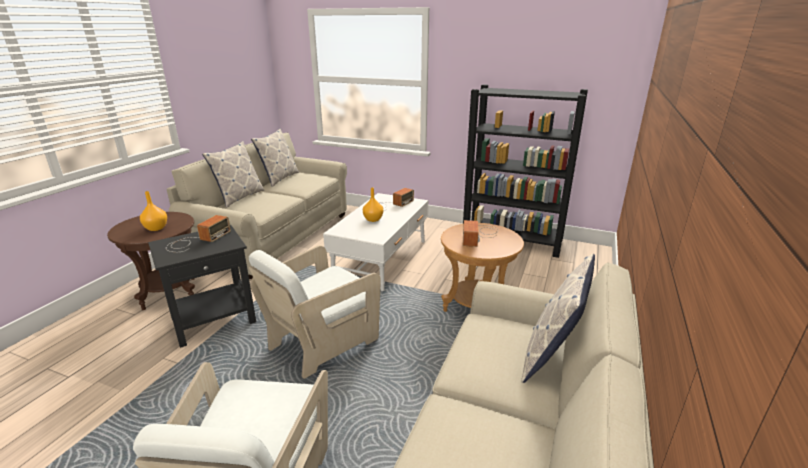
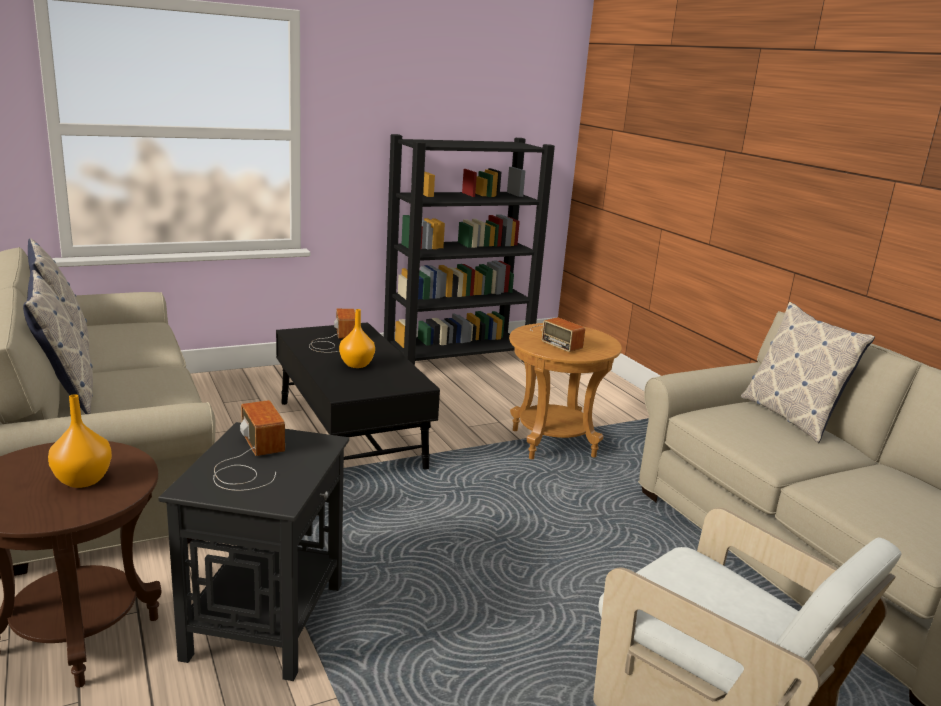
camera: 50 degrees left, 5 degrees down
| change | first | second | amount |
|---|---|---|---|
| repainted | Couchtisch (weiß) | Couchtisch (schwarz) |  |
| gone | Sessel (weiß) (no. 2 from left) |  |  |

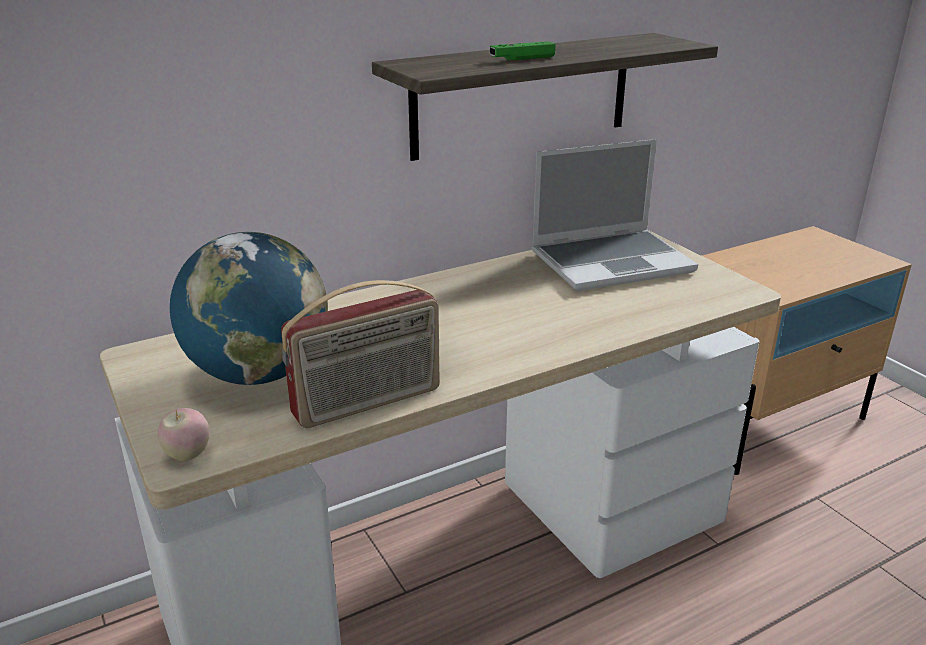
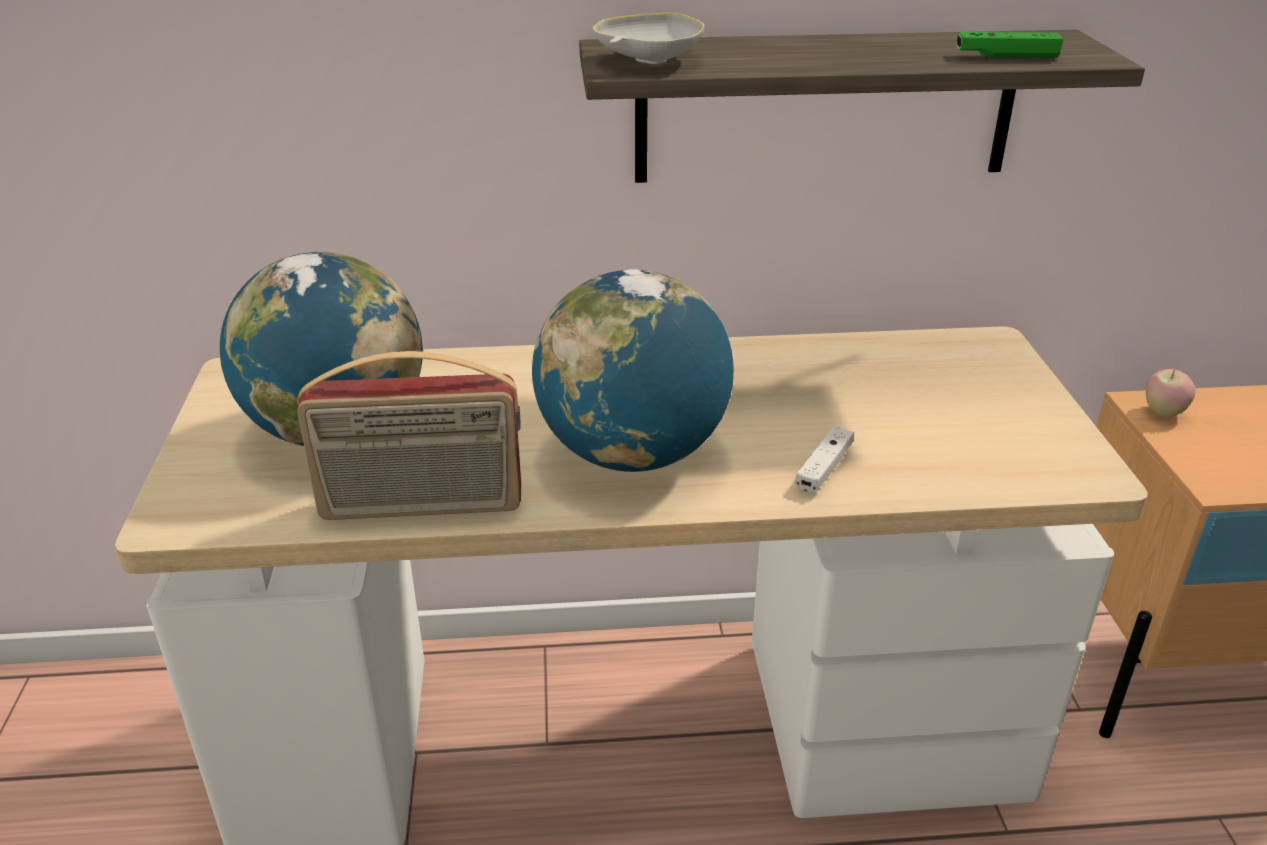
camera: 25 degrees right, 5 degrees up
| change | first | second | amount |
|---|---|---|---|
| new |  | Globus (no. 2 from left) |  |
| new |  | Schüssel (weiß) |  |
| new |  | Gamepad (weiß) |  |
| shifted | Gamepad (grün) |  |  |
| shifted | Apfel |  |  |
| gone | Laptop |  |  |

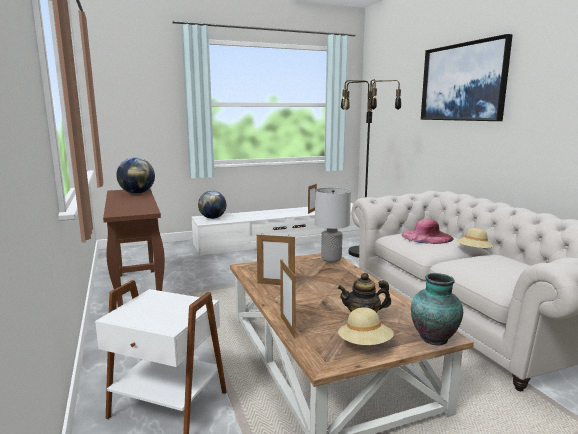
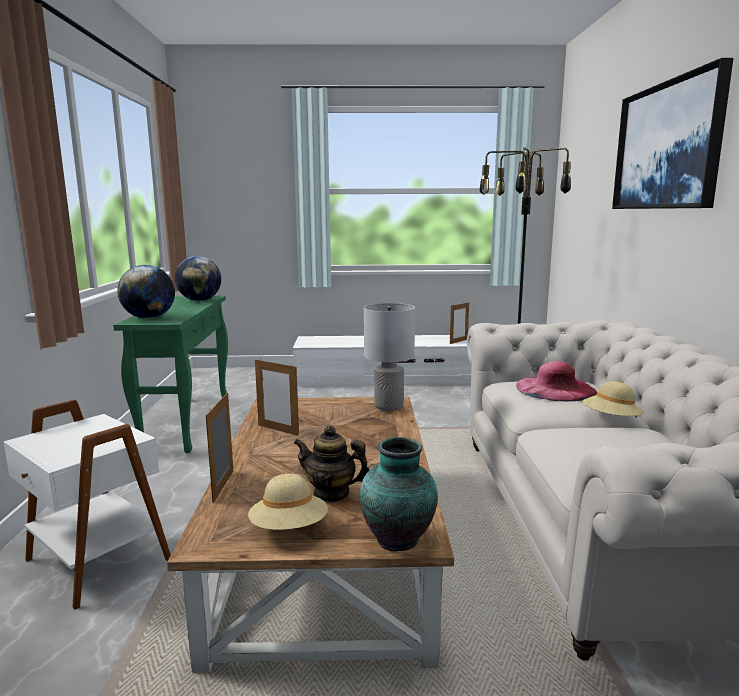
camera: 20 degrees right, 0 degrees up
| change | first | second | amount |
|---|---|---|---|
| repainted | Konsolentisch (braun) | Konsolentisch (grün) |  |
| shifted | Globus (no. 2 from left in the first image) | Globus (no. 1 from left) |  |

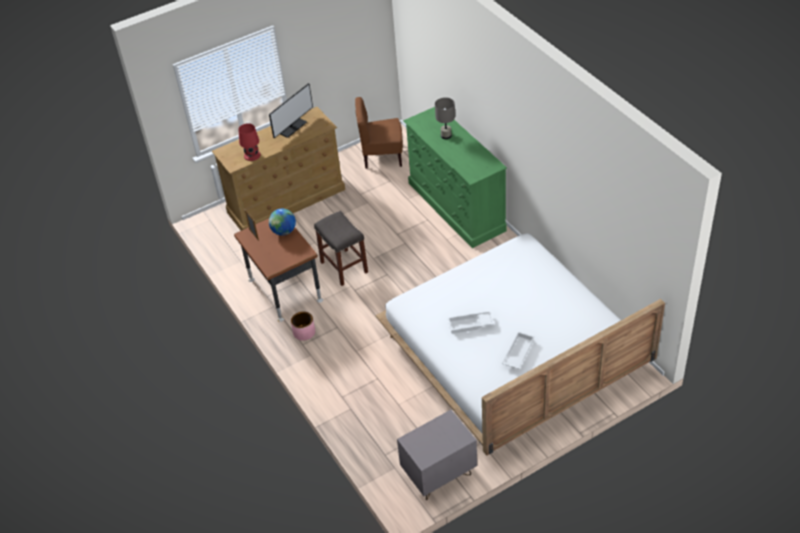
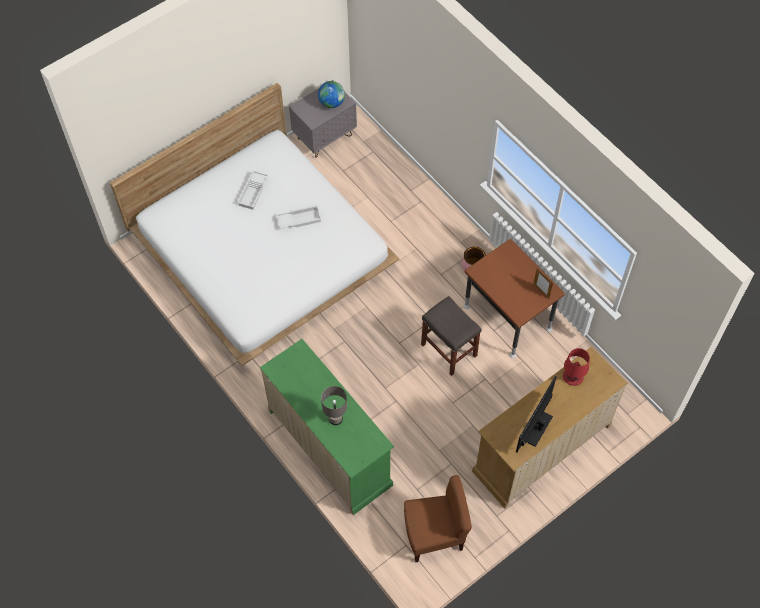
camera: 170 degrees right, 15 degrees up
| change | first | second | amount |
|---|---|---|---|
| shifted | Globus |  |  |

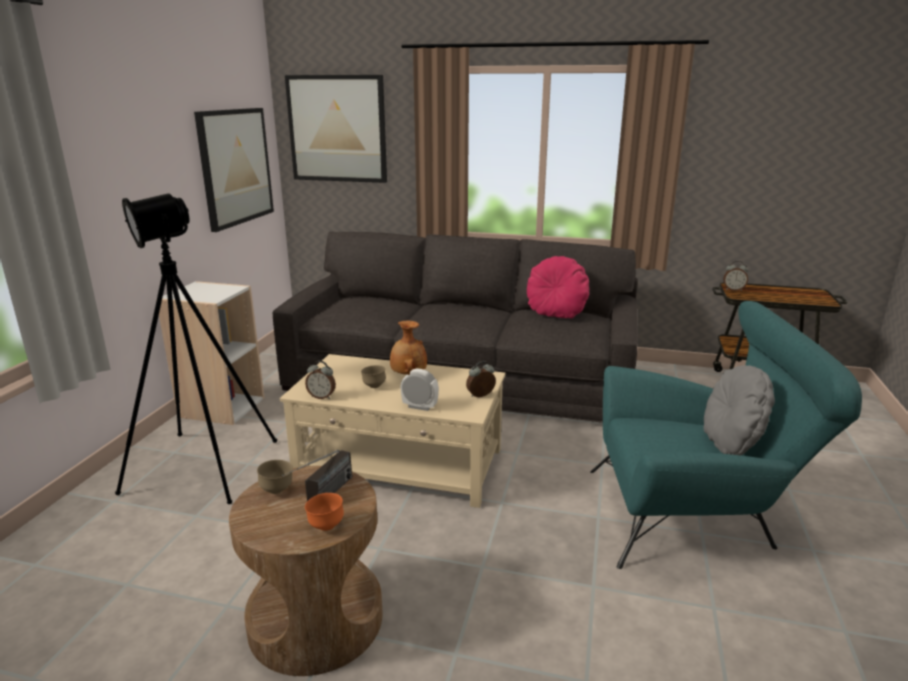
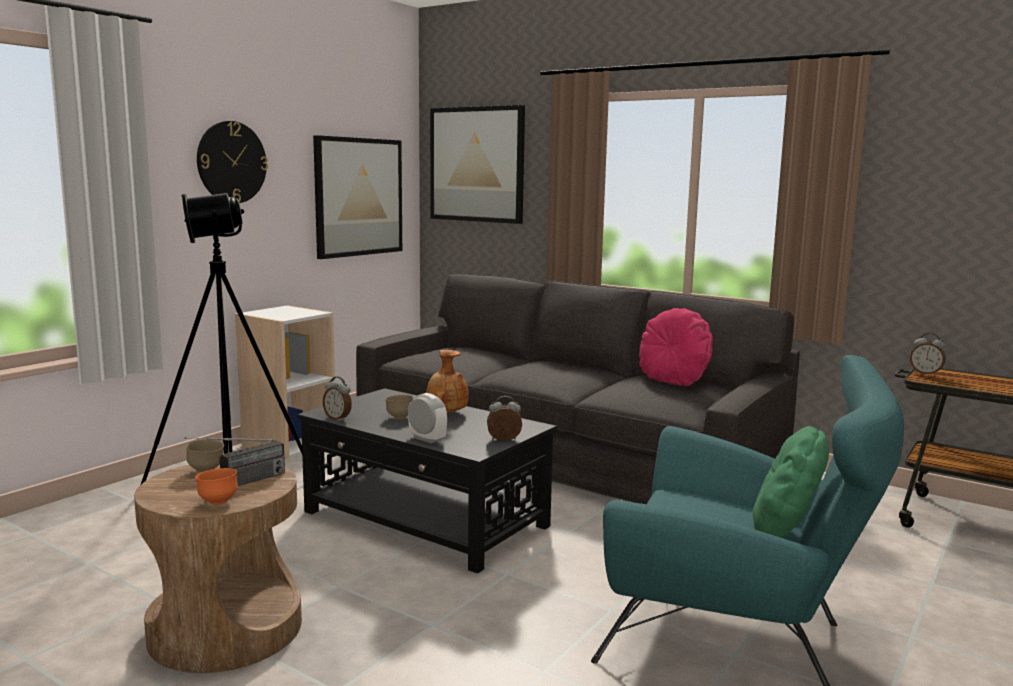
camera: 20 degrees right, 10 degrees down
| change | first | second | amount |
|---|---|---|---|
| new |  | Wanduhr |  |
| repainted | Couchtisch (beige) | Couchtisch (schwarz) |  |
| repainted | Kissen (grau) | Kissen (grün) |  |

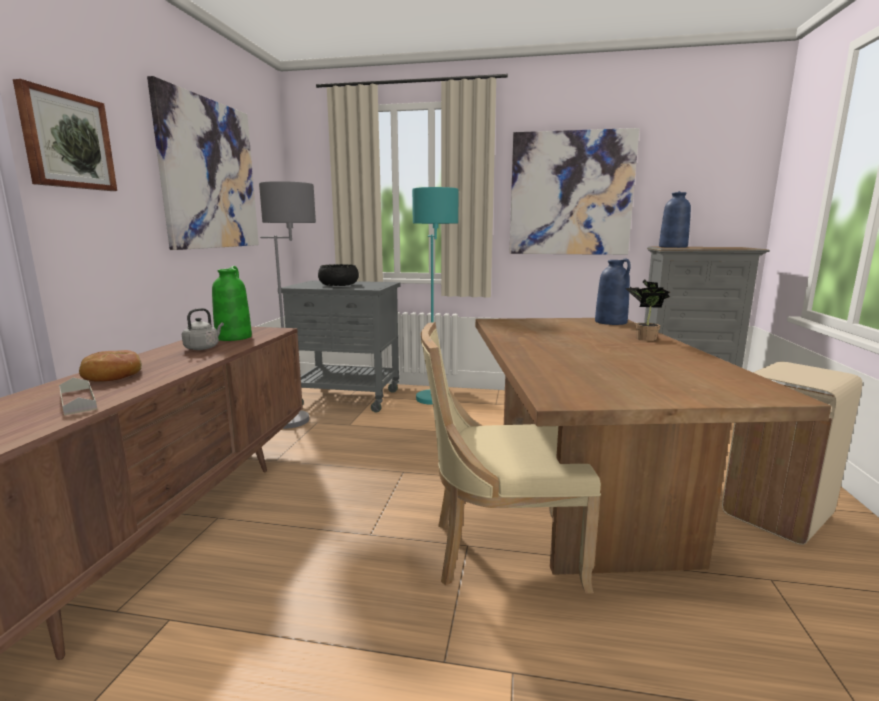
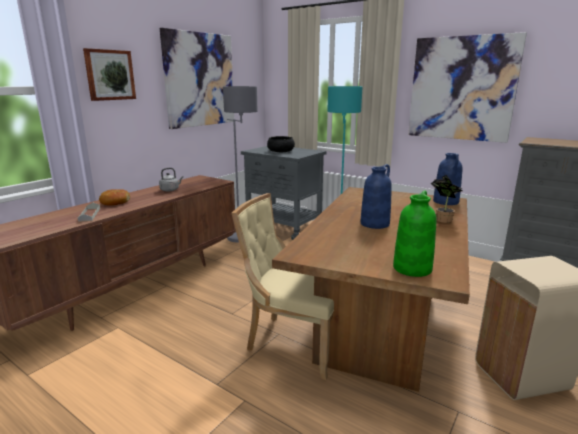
camera: 25 degrees right, 5 degrees up
| change | first | second | amount |
|---|---|---|---|
| shifted | Vase (blau) (no. 2 from left in the first image) | Vase (blau) (no. 1 from left) |  |
| shifted | Vase (grün) |  |  |

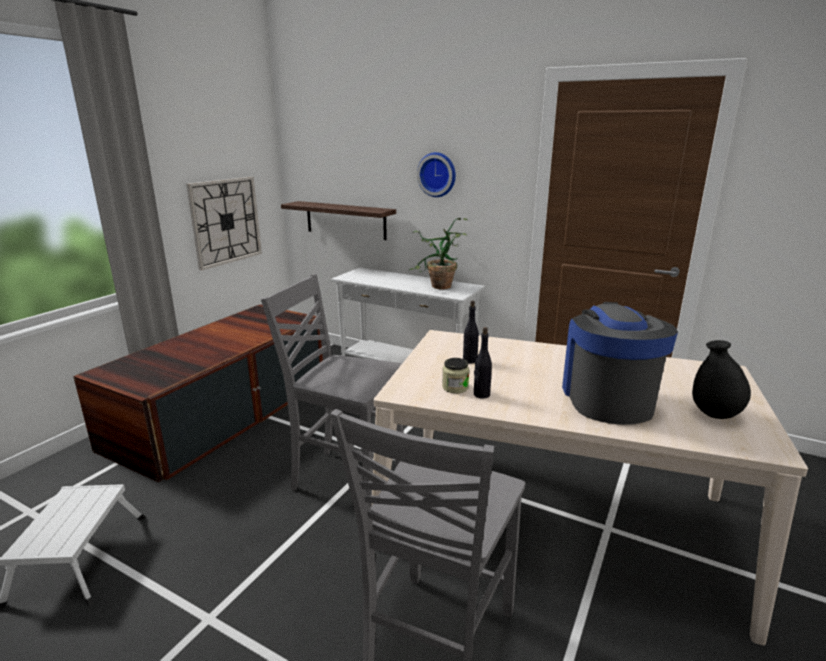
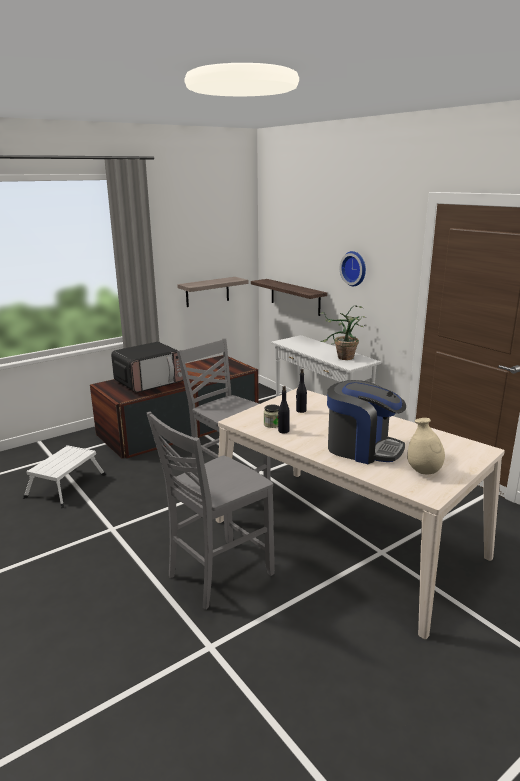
camera: 25 degrees right, 0 degrees up
| change | first | second | amount |
|---|---|---|---|
| new |  | Mikrowelle |  |
| swapped | Wanduhr (no. 1 from left) | Wandregal (no. 1 from left) |  |
| rotated | Kaffeemaschine |  | 90 degrees clockwise |
| repainted | Vase (schwarz) | Vase (beige) |  |

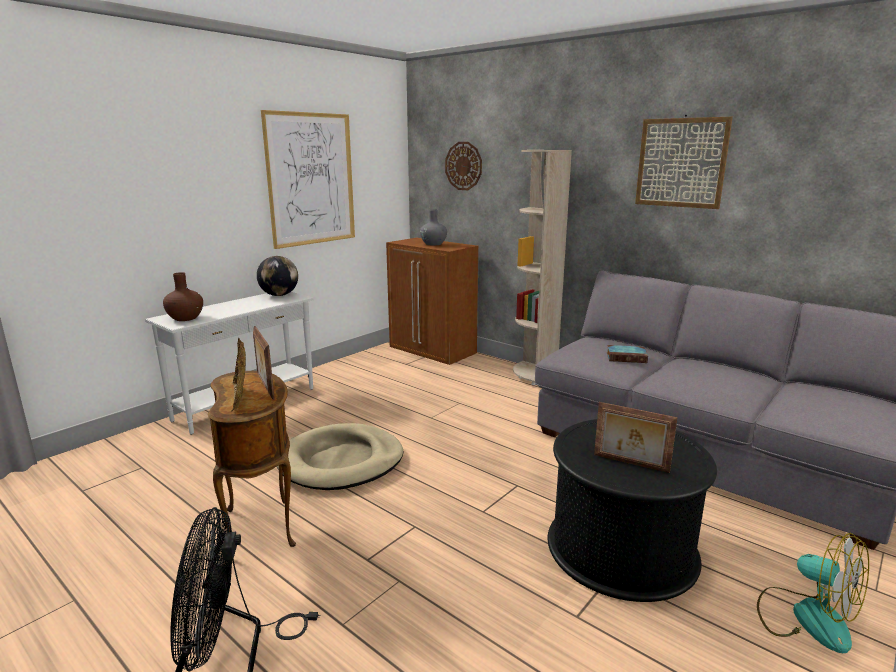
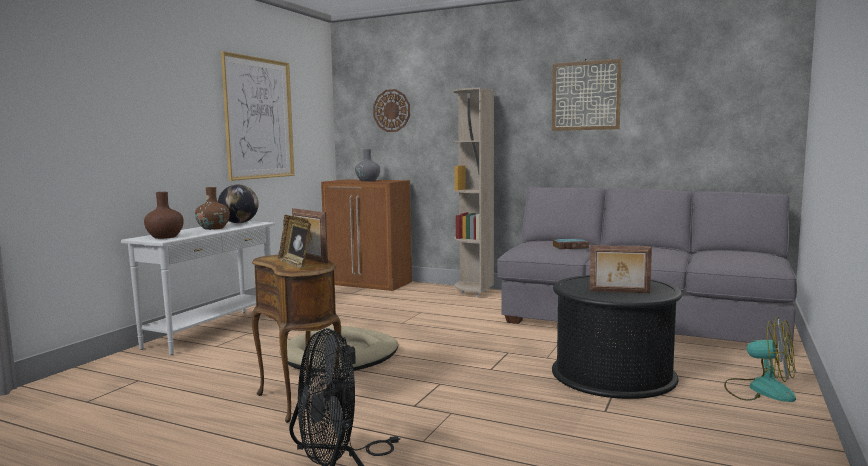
camera: 15 degrees left, 10 degrees down
| change | first | second | amount |
|---|---|---|---|
| new |  | Vase (braun) (no. 2 from left) |  |

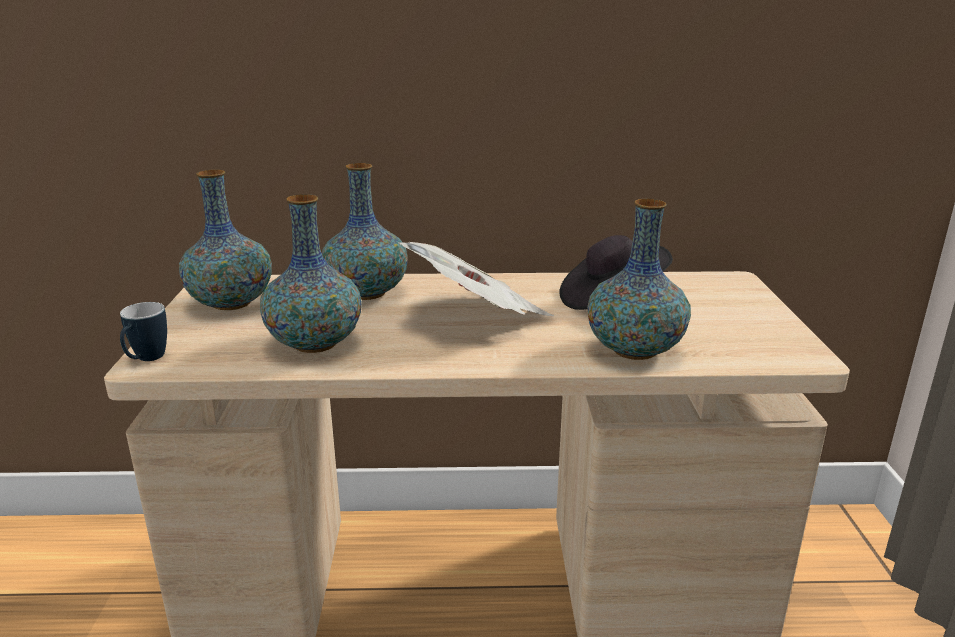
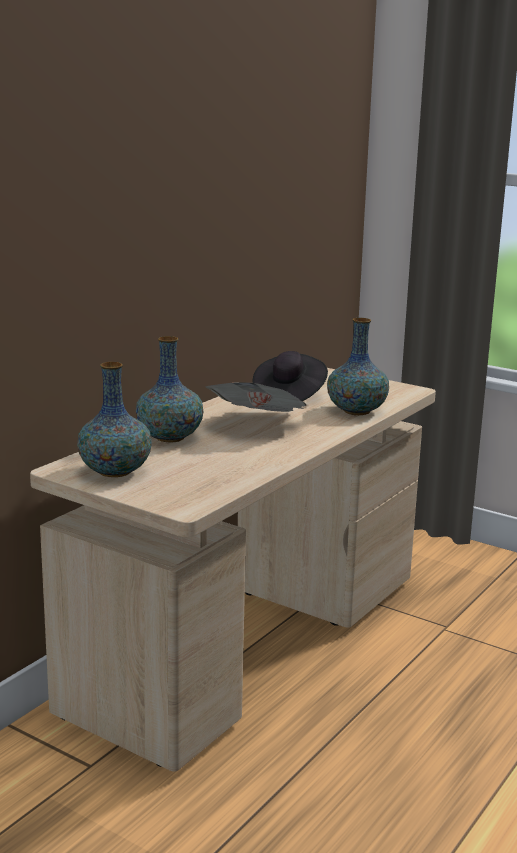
camera: 55 degrees left, 5 degrees down
| change | first | second | amount |
|---|---|---|---|
| gone | Henkelbecher |  |  |
| gone | Vase (no. 2 from left) |  |  |

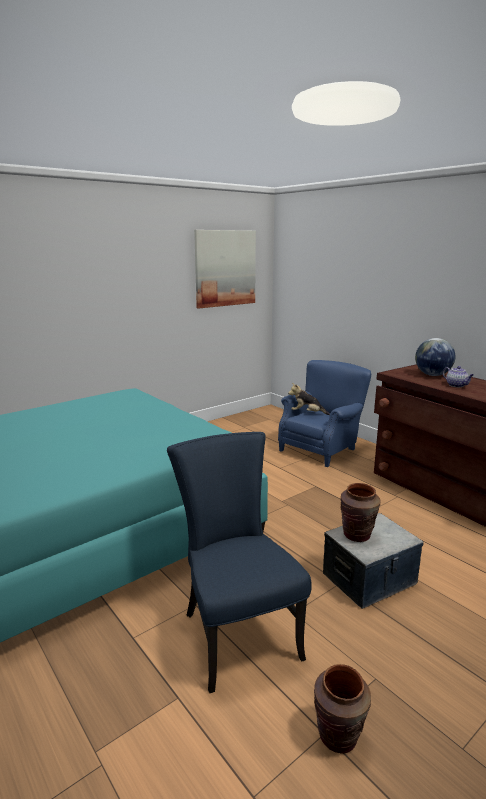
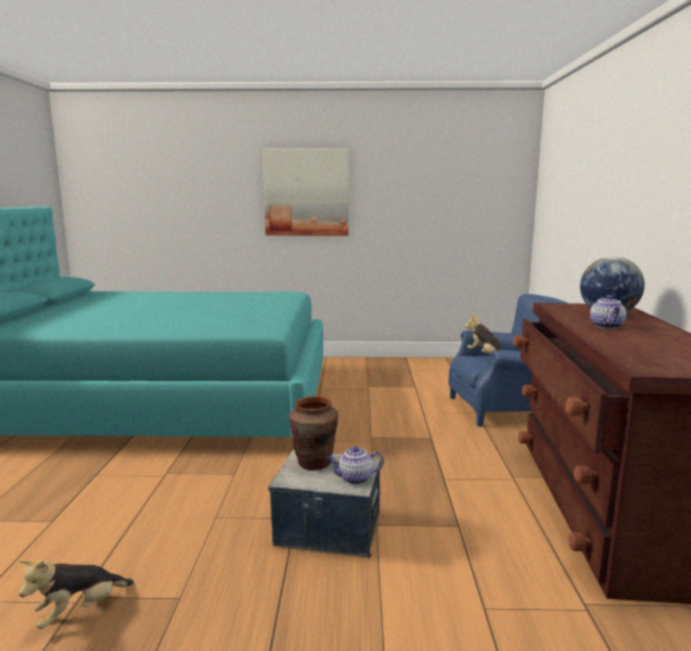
camera: 40 degrees right, 5 degrees down
| change | first | second | amount |
|---|---|---|---|
| swapped | Vase (braun) (no. 1 from left) | Plüschtier (no. 1 from left) |  |
| shifted | Bild |  |  |
| new |  | Teekanne (no. 1 from left) |  |
| gone | Stuhl (blau) |  |  |

